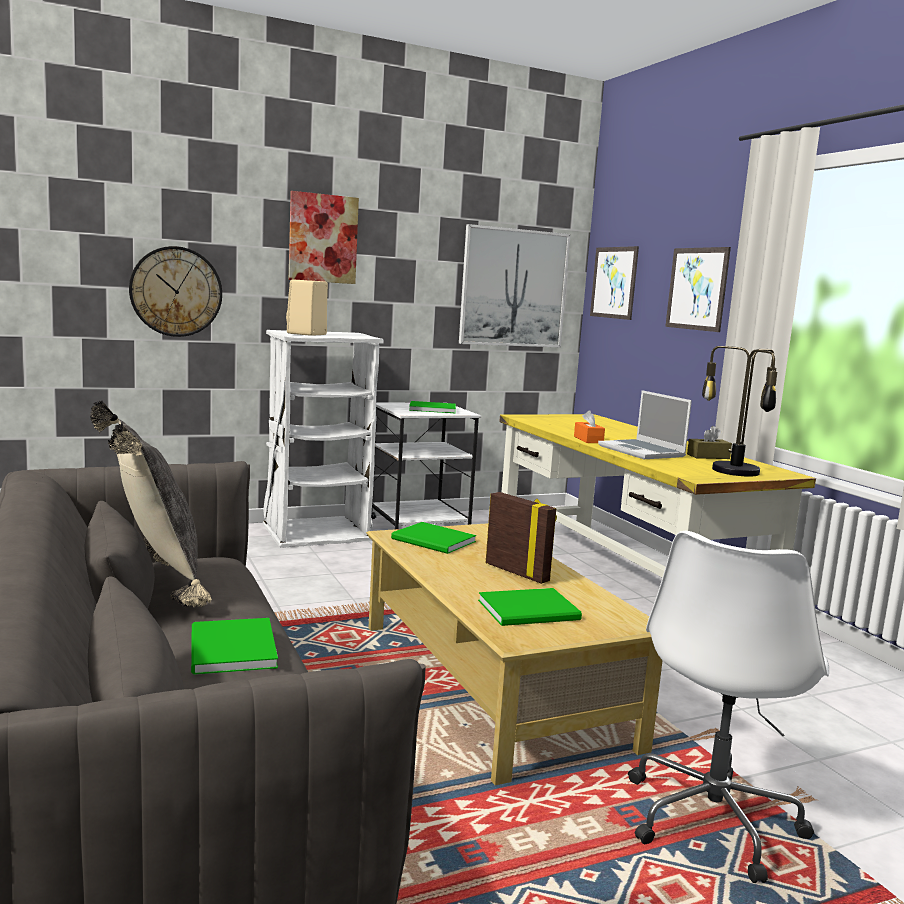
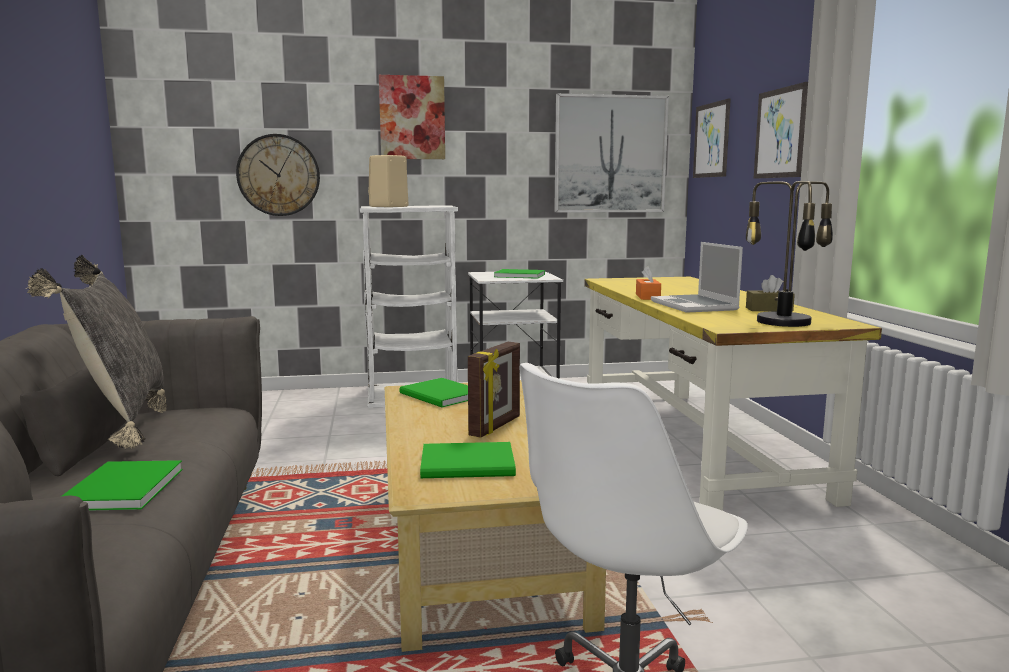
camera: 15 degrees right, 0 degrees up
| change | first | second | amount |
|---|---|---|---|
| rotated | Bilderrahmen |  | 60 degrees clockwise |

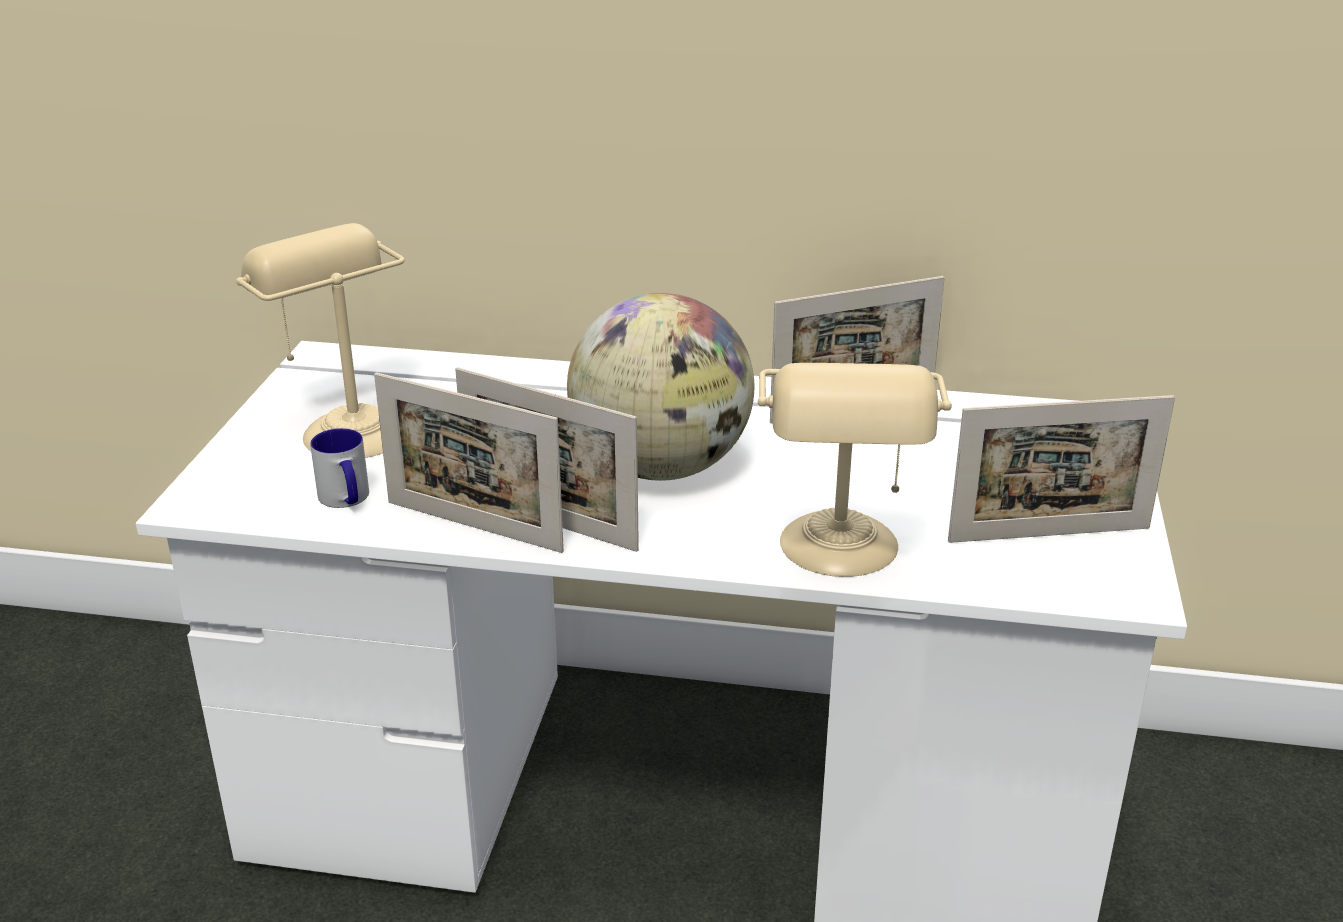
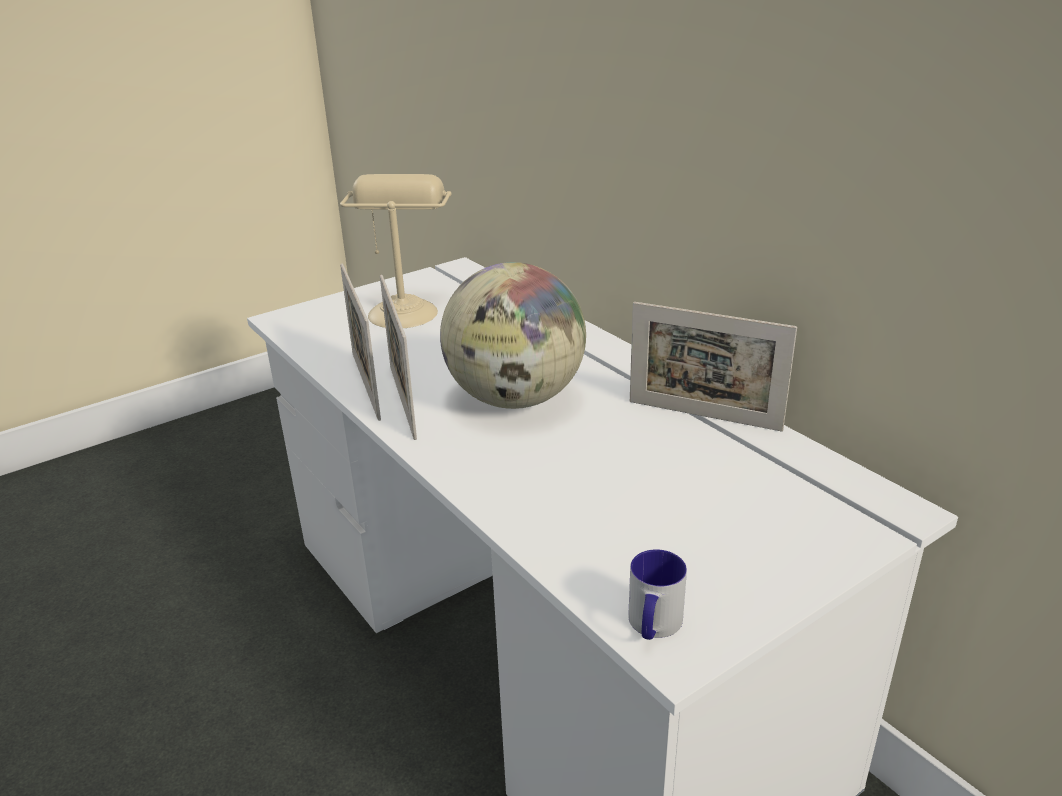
camera: 45 degrees right, 0 degrees up
| change | first | second | amount |
|---|---|---|---|
| shifted | Henkelbecher |  |  |
| gone | Tischlampe (beige) (no. 2 from left) |  |  |
| gone | Bilderrahmen (no. 4 from left) |  |  |

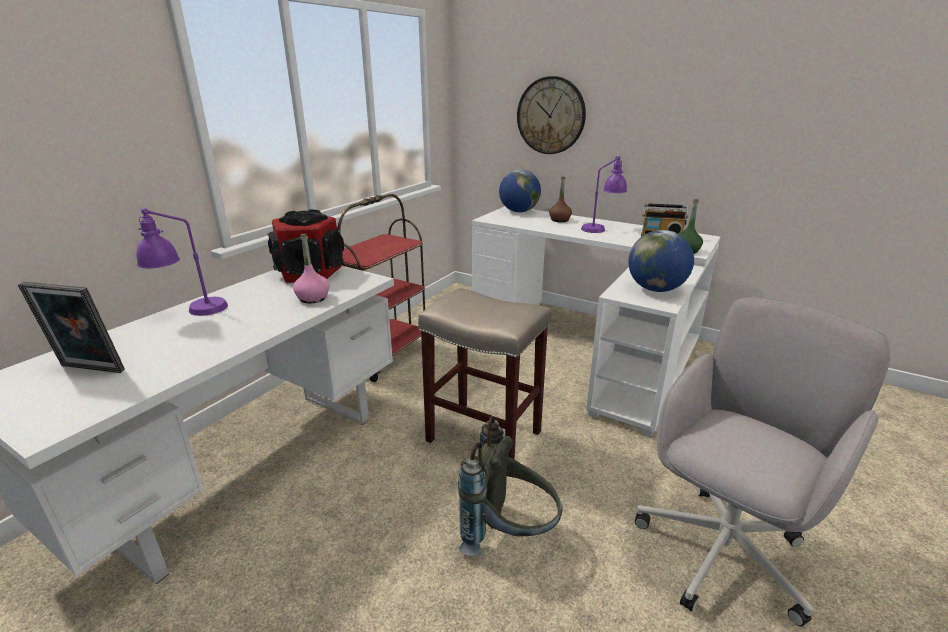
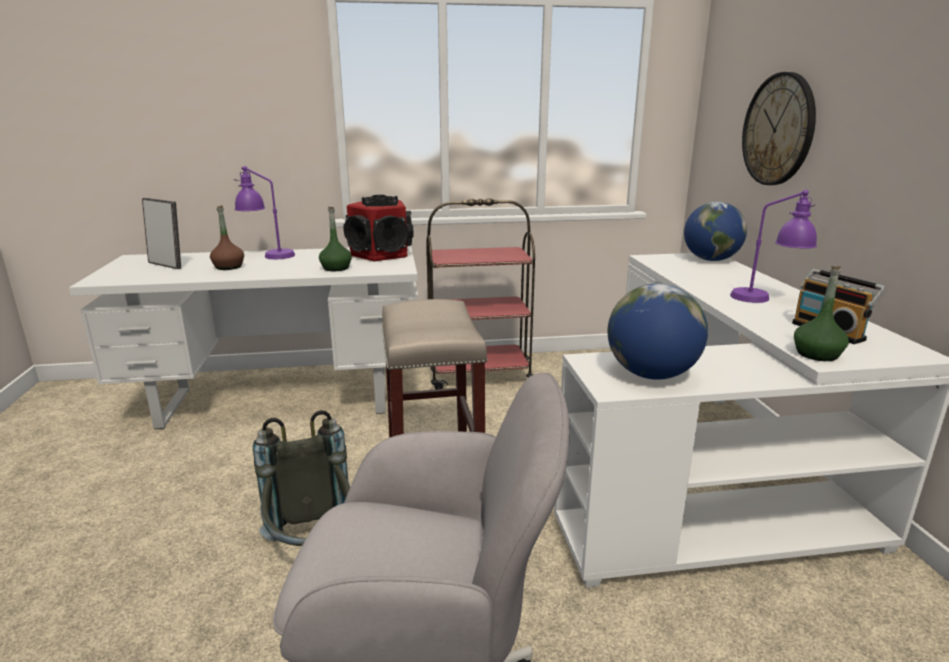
camera: 50 degrees right, 5 degrees down
| change | first | second | amount |
|---|---|---|---|
| rotated | Bilderrahmen |  | 150 degrees clockwise |
| shifted | Flasche (braun) |  |  |
| repainted | Flasche (rosa) | Flasche (grün) (no. 1 from left) |  |

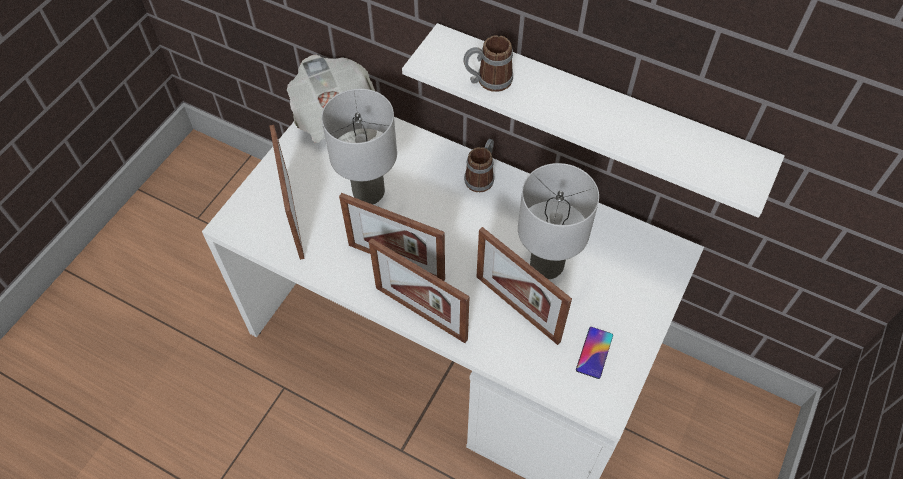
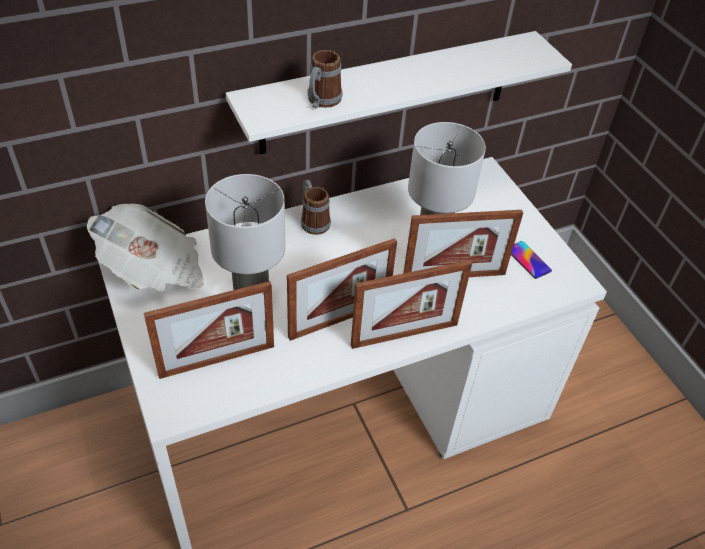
camera: 55 degrees left, 10 degrees down
| change | first | second | amount |
|---|---|---|---|
| rotated | Bilderrahmen (no. 1 from left) |  | 45 degrees counterclockwise |

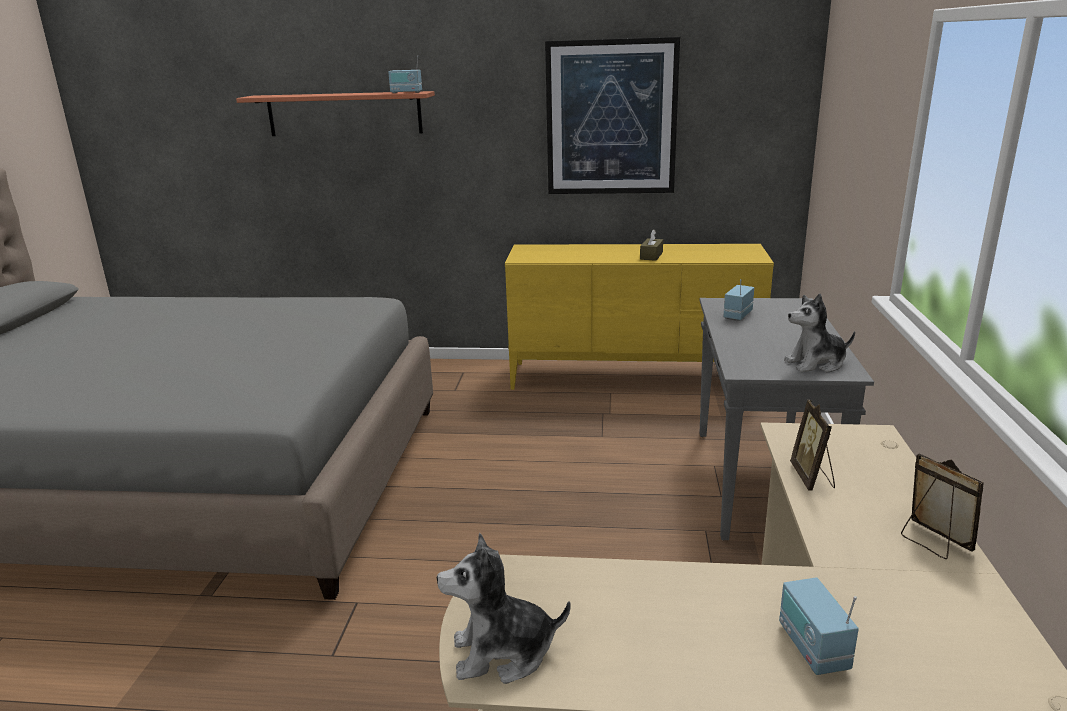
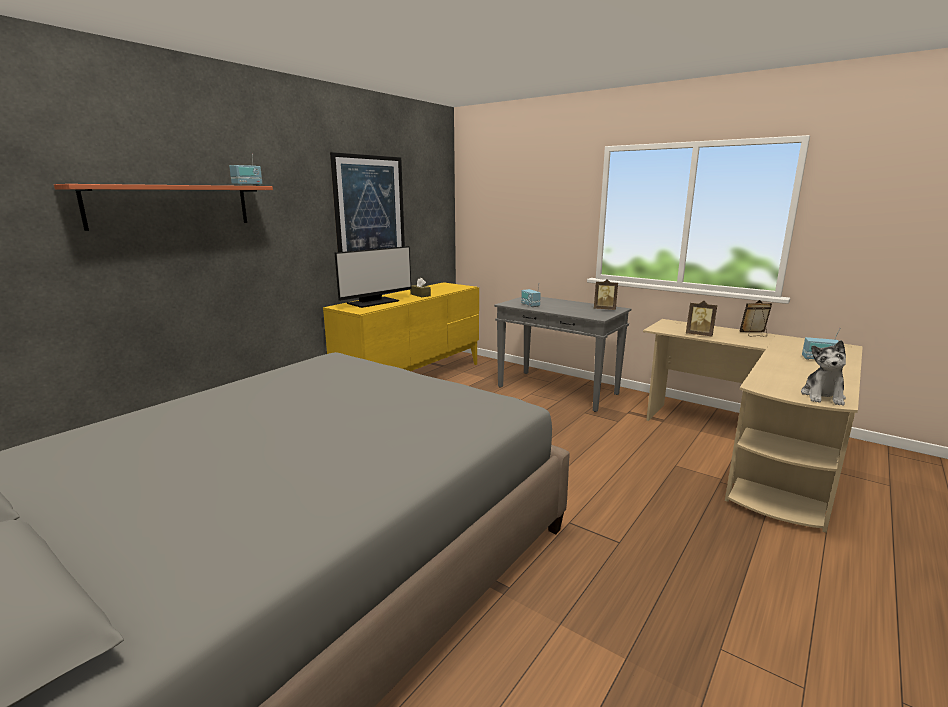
camera: 60 degrees left, 5 degrees down
| change | first | second | amount |
|---|---|---|---|
| new |  | Monitor |  |
| swapped | Plüschtier (no. 2 from left) | Bilderrahmen (no. 1 from left) |  |

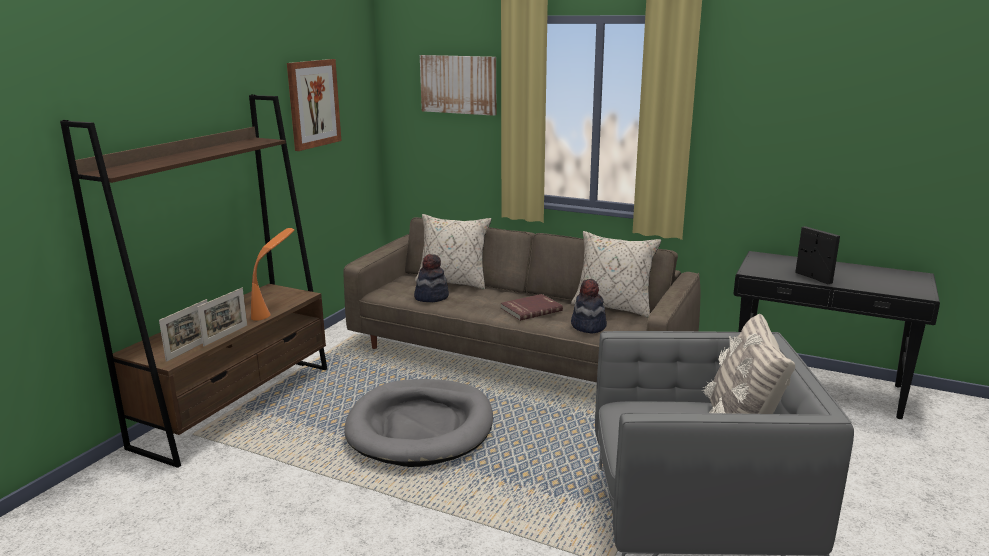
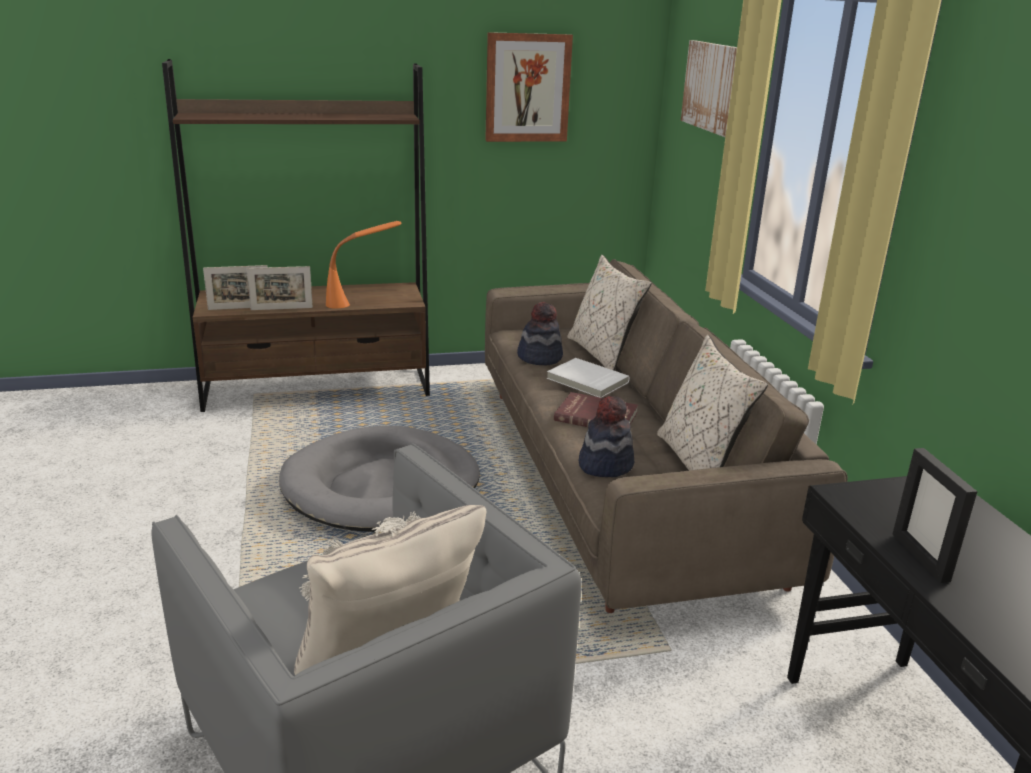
camera: 50 degrees right, 5 degrees up
| change | first | second | amount |
|---|---|---|---|
| new |  | Buch (weiß) |  |
| rotated | Bilderrahmen (no. 3 from left) |  | 150 degrees clockwise |

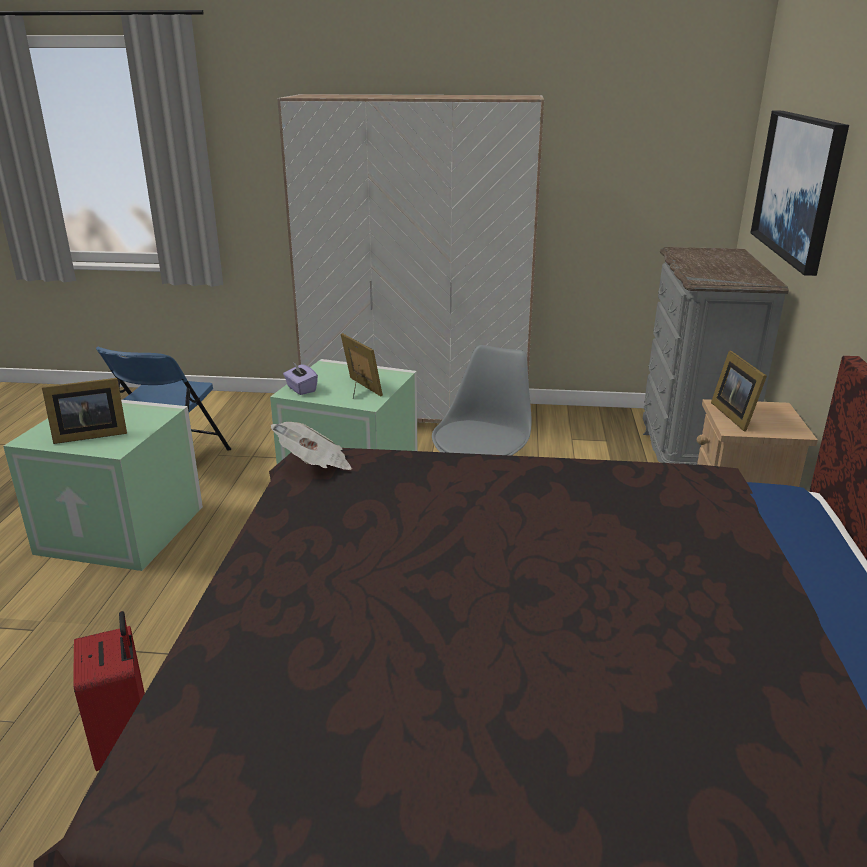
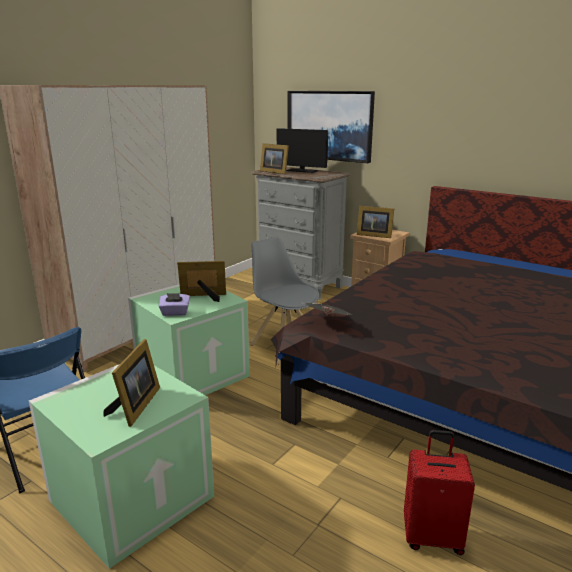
camera: 60 degrees left, 5 degrees down
| change | first | second | amount |
|---|---|---|---|
| new |  | Bilderrahmen (no. 3 from left) |  |
| new |  | Monitor |  |

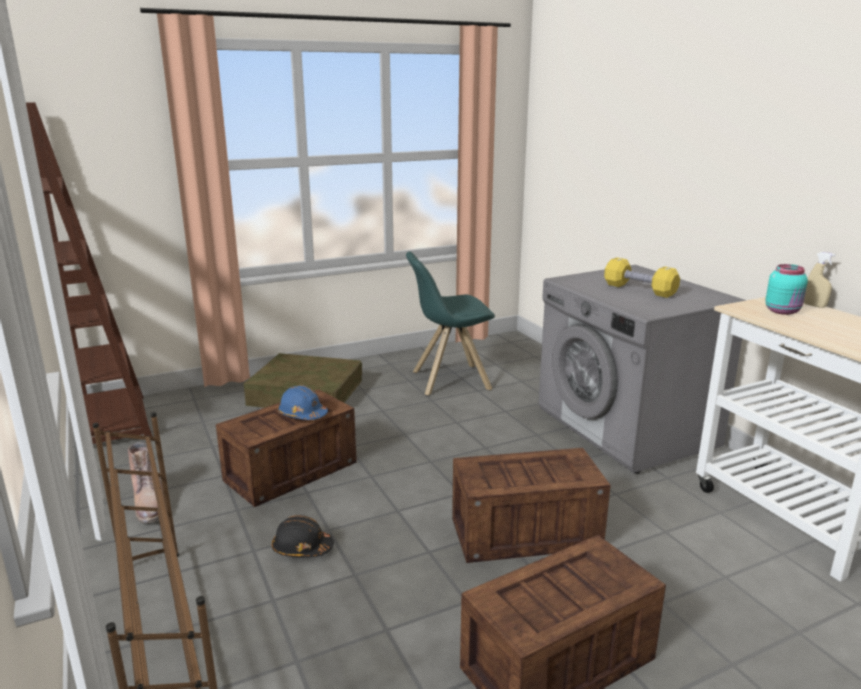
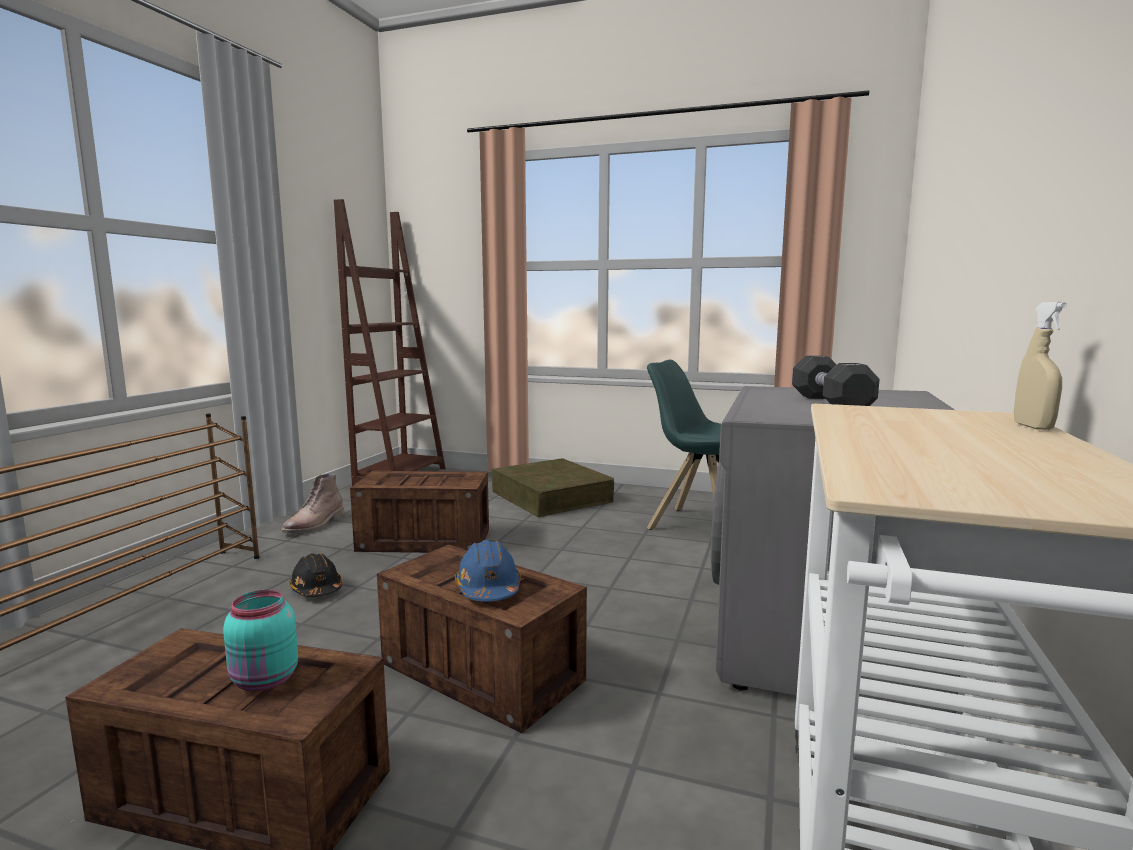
camera: 45 degrees right, 10 degrees down
| change | first | second | amount |
|---|---|---|---|
| shifted | Vorratsglas (türkis) |  |  |
| shifted | Schutzhelm (blau) |  |  |
| repainted | Hantel (gelb) | Hantel (schwarz) |  |

